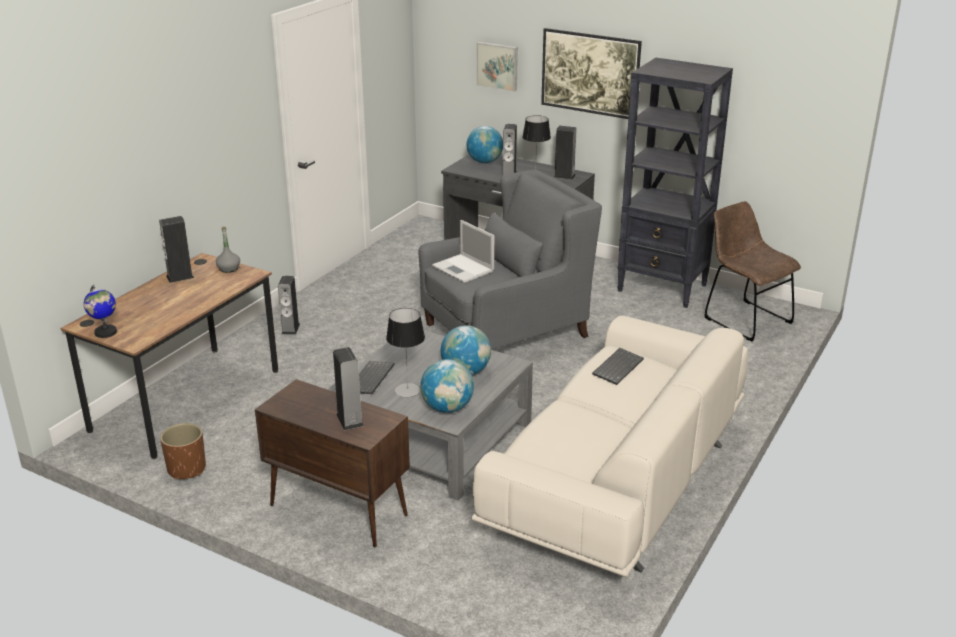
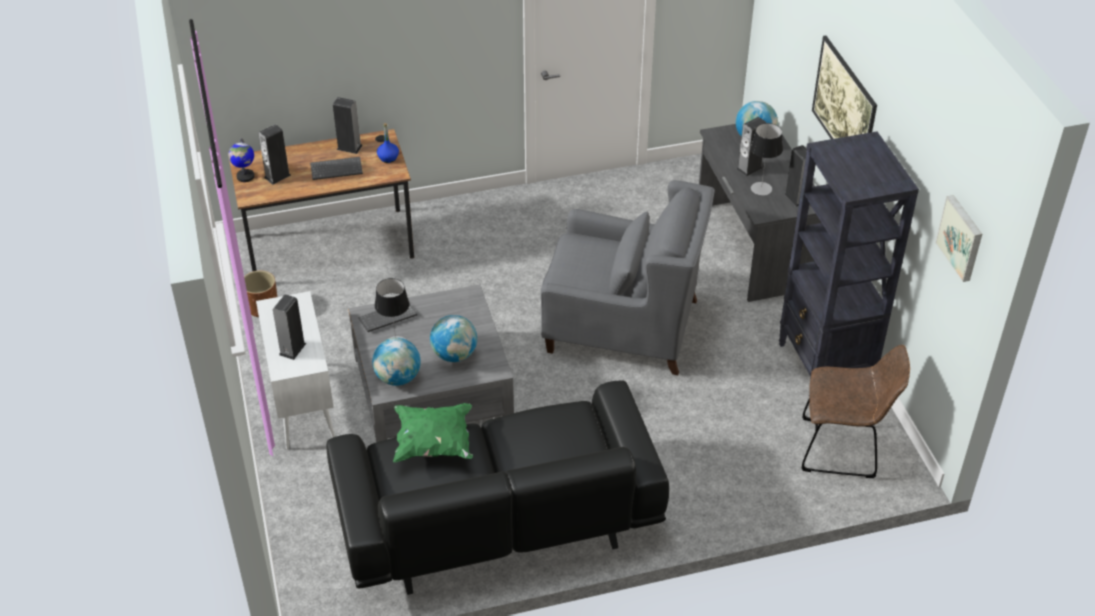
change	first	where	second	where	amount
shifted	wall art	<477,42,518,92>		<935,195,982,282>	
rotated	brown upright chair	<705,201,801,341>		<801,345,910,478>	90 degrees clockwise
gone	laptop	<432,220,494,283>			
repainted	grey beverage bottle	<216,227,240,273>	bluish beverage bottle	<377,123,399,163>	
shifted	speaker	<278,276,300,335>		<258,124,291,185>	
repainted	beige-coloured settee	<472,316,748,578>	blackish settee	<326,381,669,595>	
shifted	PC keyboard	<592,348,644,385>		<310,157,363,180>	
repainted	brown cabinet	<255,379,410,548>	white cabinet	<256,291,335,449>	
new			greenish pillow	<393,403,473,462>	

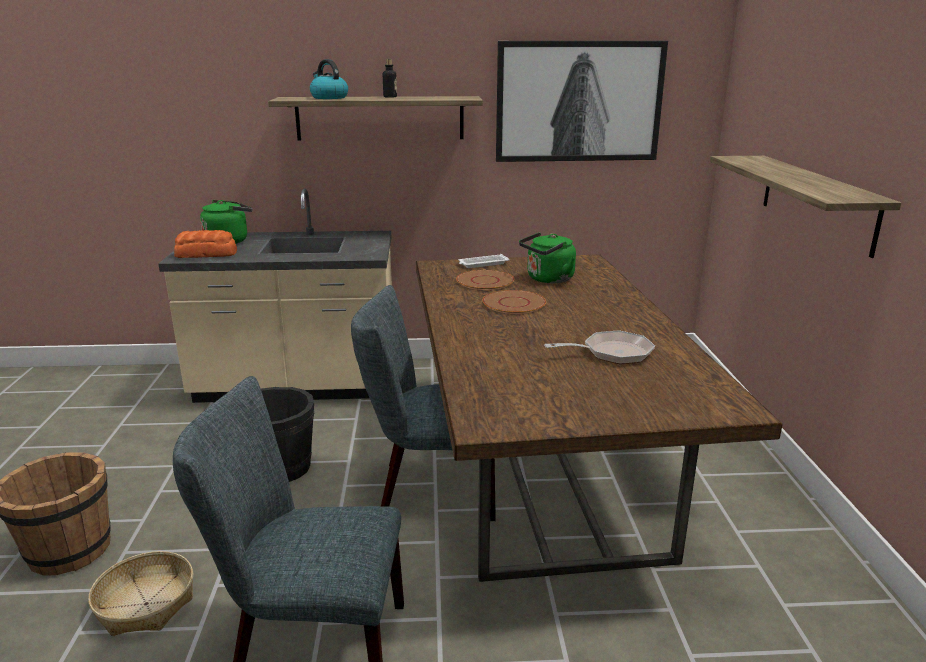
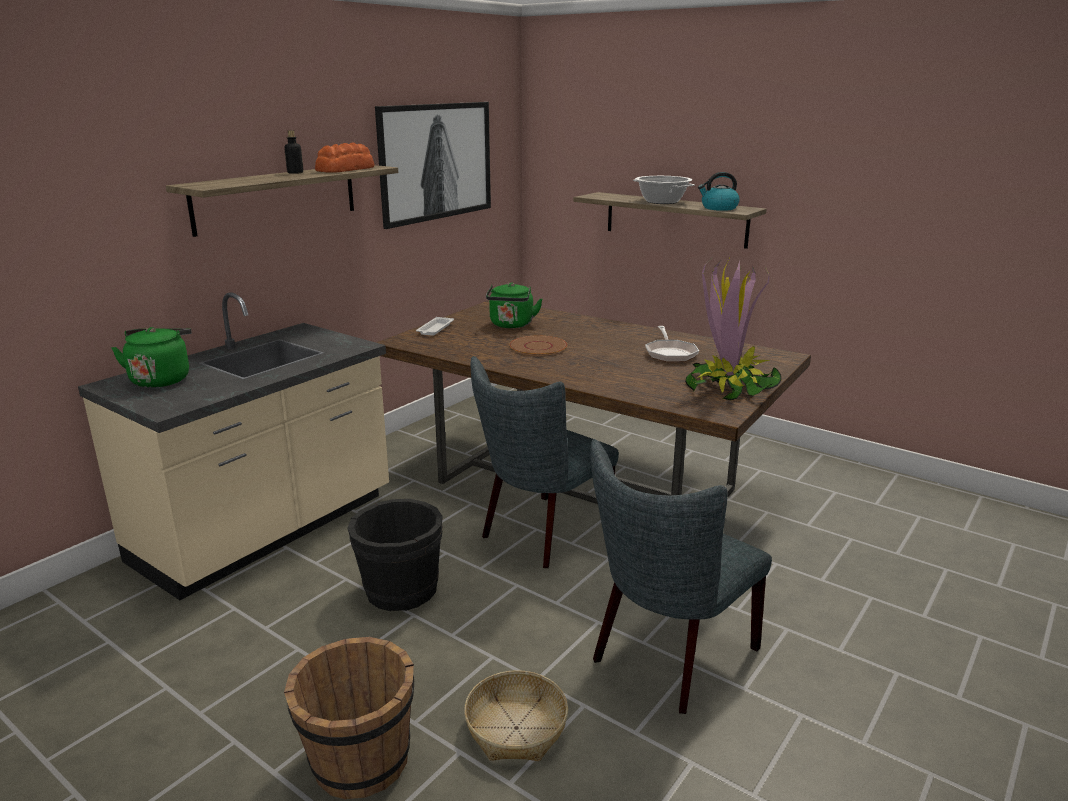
change	first	where	second	where	amount
shifted	kettle	<310,59,348,99>		<698,172,740,211>	
shifted	bakery bread	<174,230,237,258>		<315,143,374,173>	
gone	brown dinner plate	<456,270,514,290>			
rotated	skillet	<544,330,655,364>		<645,326,699,362>	150 degrees clockwise
new			stockpot	<633,176,695,204>	
new			potted plant	<685,259,782,400>	

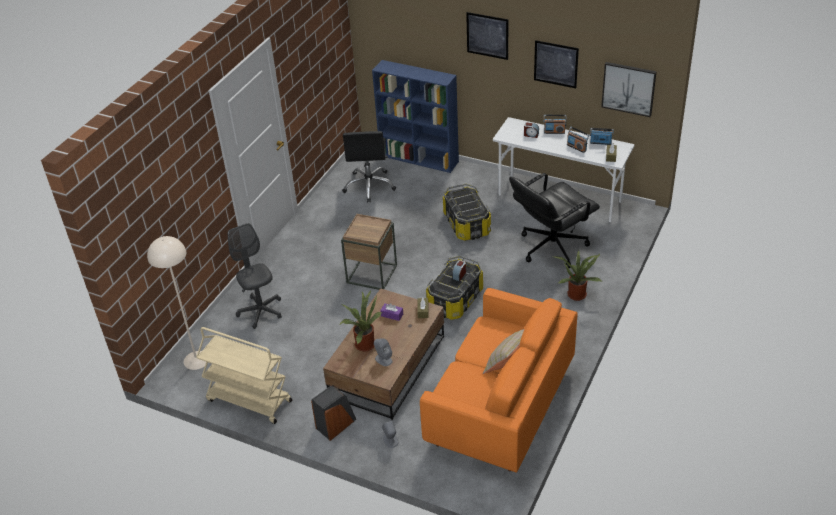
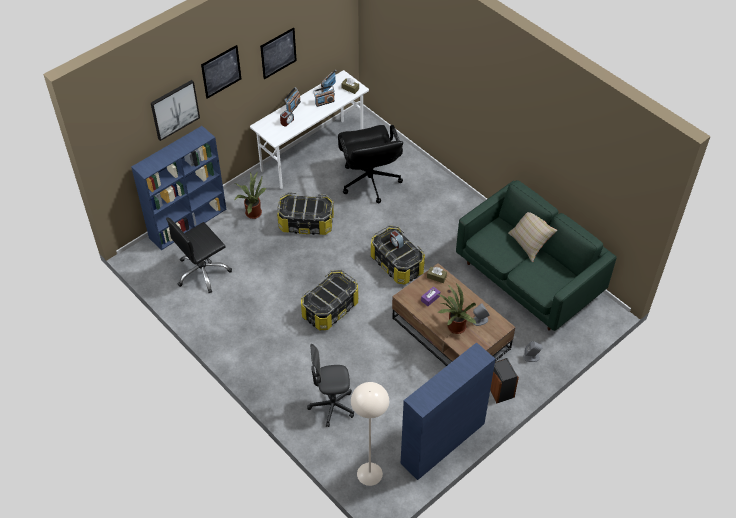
change	first	where	second	where	amount
shifted	wall art	<601,62,657,117>		<151,80,200,141>	
rotated	blackish office chair	<342,131,396,203>		<166,217,232,293>	120 degrees clockwise
swapped	brown accent table	<341,214,397,290>	storage bin	<301,270,359,330>	
shifted	potted plant	<555,250,601,301>		<235,173,266,219>	
repainted	orangey settee	<420,288,577,473>	greenish settee	<456,180,617,331>	
swapped	beige-coloured wheeled cart	<196,327,292,424>	bluish bookshelf	<401,342,495,480>	

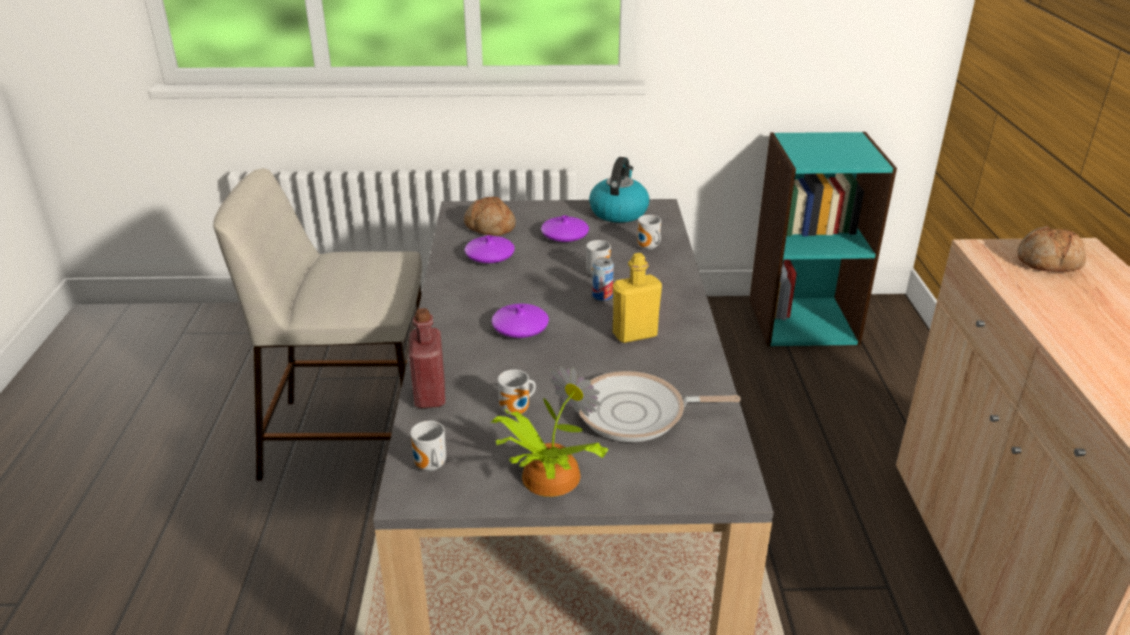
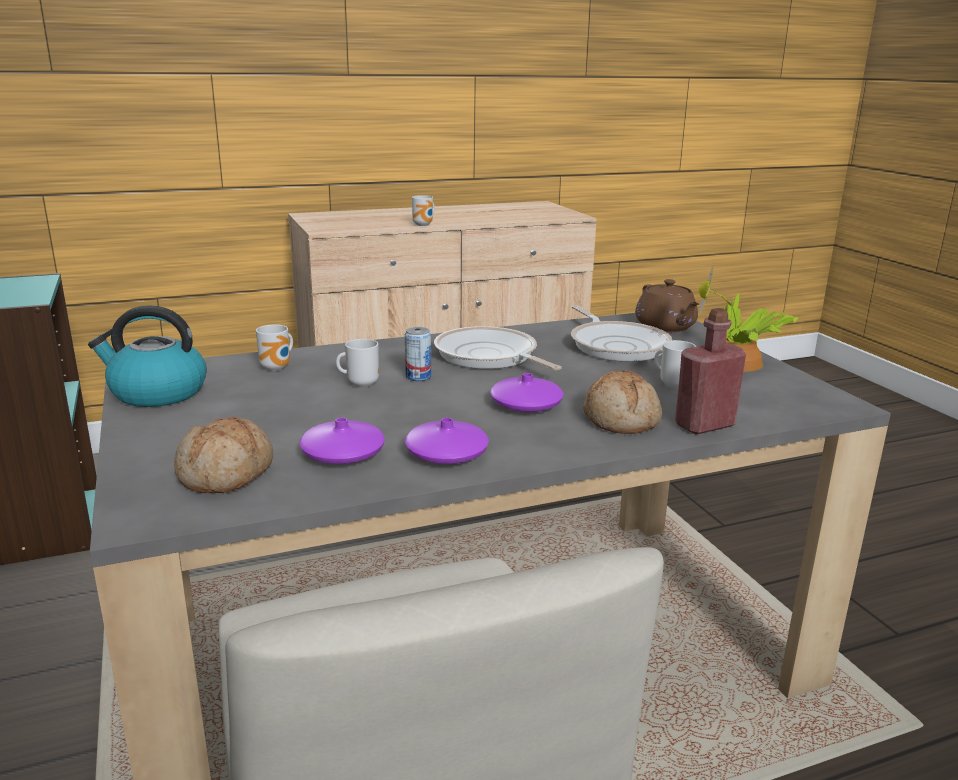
change	first	where	second	where	amount
shifted	purple-coloured vase	<541,215,589,242>		<405,418,489,464>	
shifted	bakery bread	<1017,225,1086,272>		<583,370,662,434>	
swapped	yellowish beverage bottle	<613,253,662,343>	skillet	<434,326,562,370>	
shifted	tea mug	<410,421,446,471>		<412,195,435,226>	
new			brown pot for tea	<635,279,699,332>	

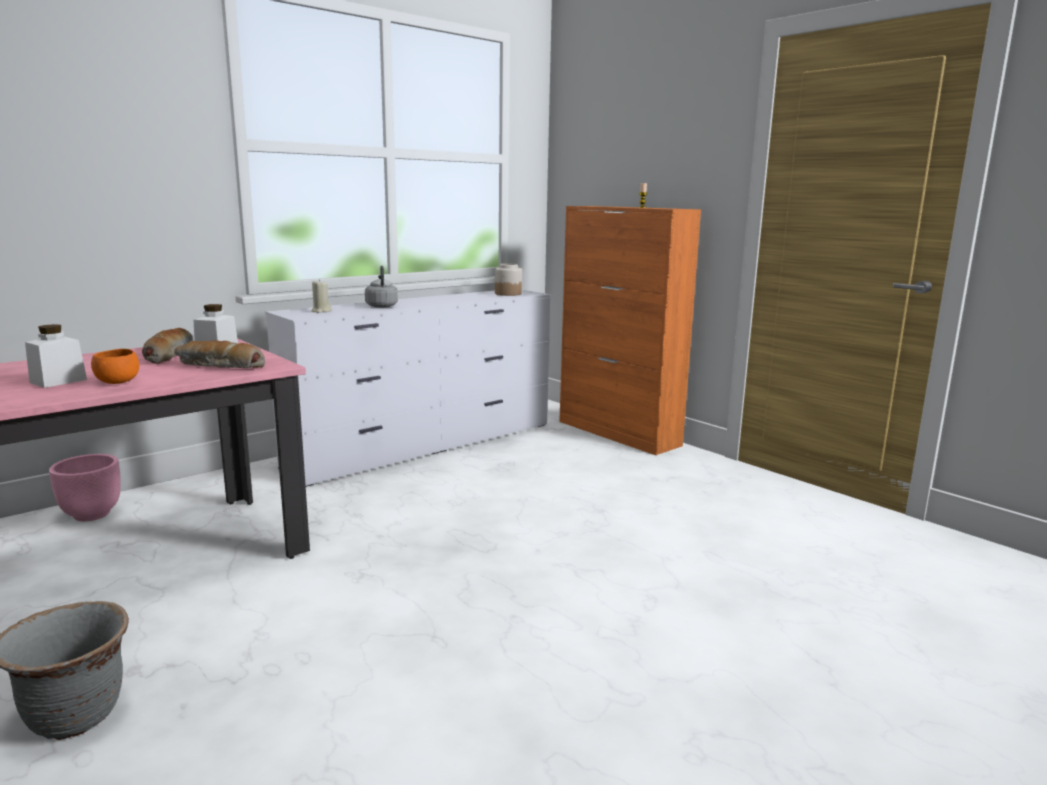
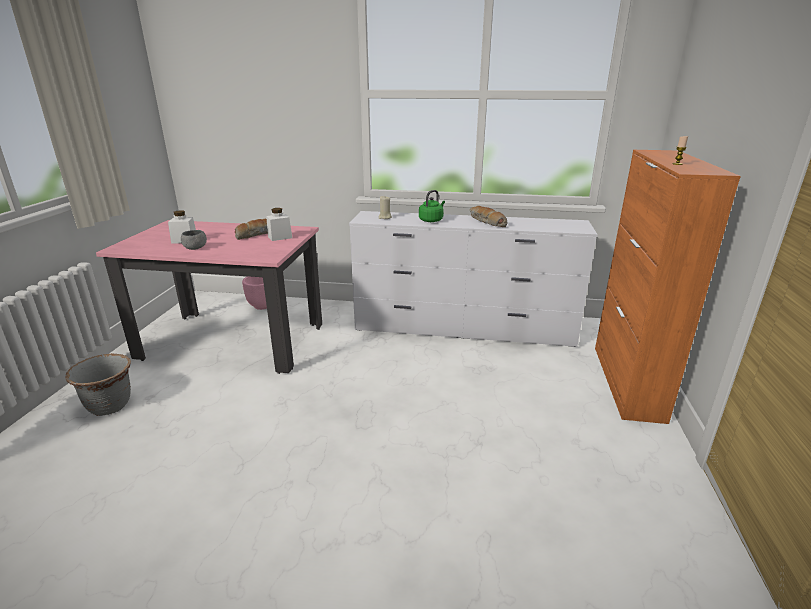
change	first	where	second	where	amount
gone	jar	<495,264,522,296>			
repainted	grey kettle	<365,266,398,308>	greenish kettle	<419,190,445,222>	
shifted	bakery bread	<174,340,265,368>		<470,206,508,227>	
repainted	orangey deep dish	<91,349,139,384>	grey deep dish	<181,230,207,250>	

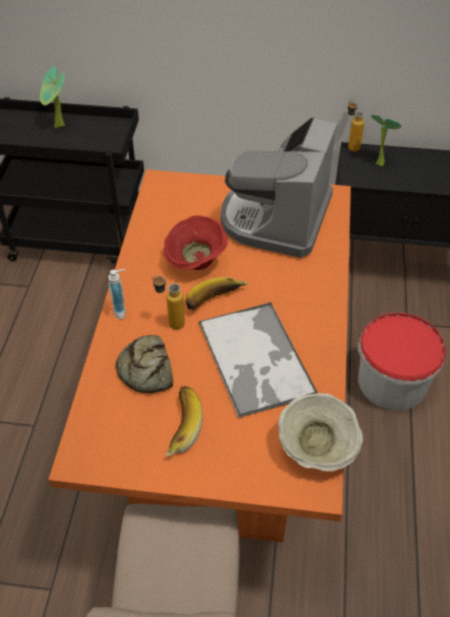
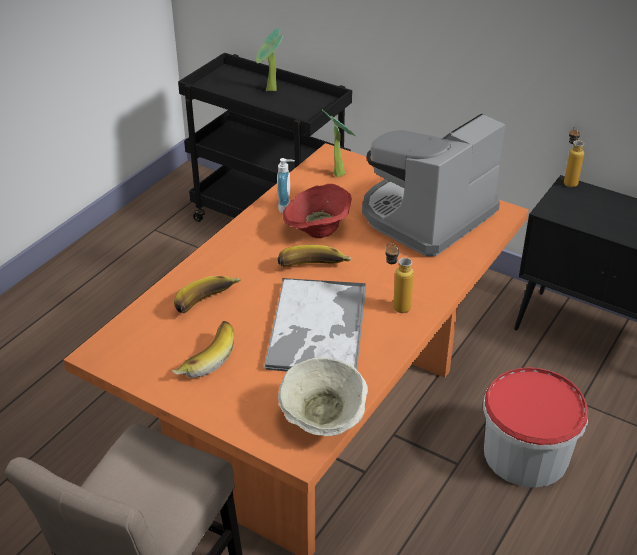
change	first	where	second	where	amount
shifted	potted plant	<371,114,402,166>		<322,109,356,177>	
shifted	soap dispenser	<109,269,126,319>		<277,158,295,213>	
shifted	beverage bottle	<152,275,185,330>		<386,243,414,313>	
swapped	bakery bread	<116,335,173,393>	banana	<174,276,241,313>	

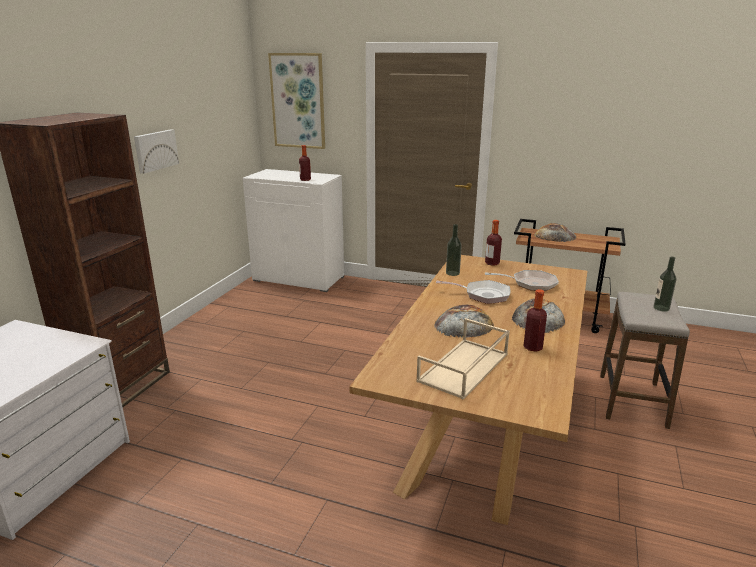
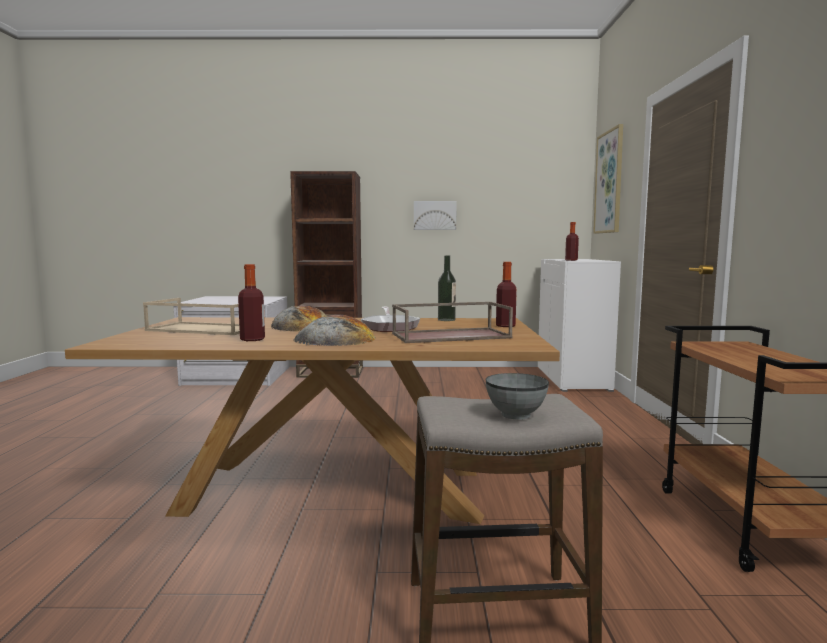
change	first	where	second	where	amount
gone	bakery bread	<534,223,576,242>			
swapped	beverage bottle	<653,257,676,312>	grey deep dish	<486,373,549,420>	
swapped	skillet	<485,270,559,291>	brown serving tray	<392,302,513,343>	

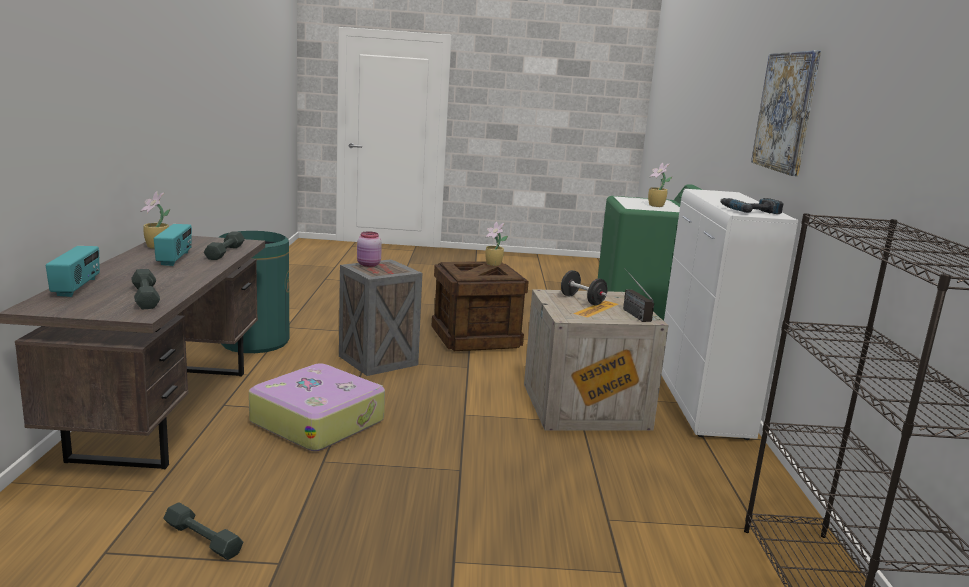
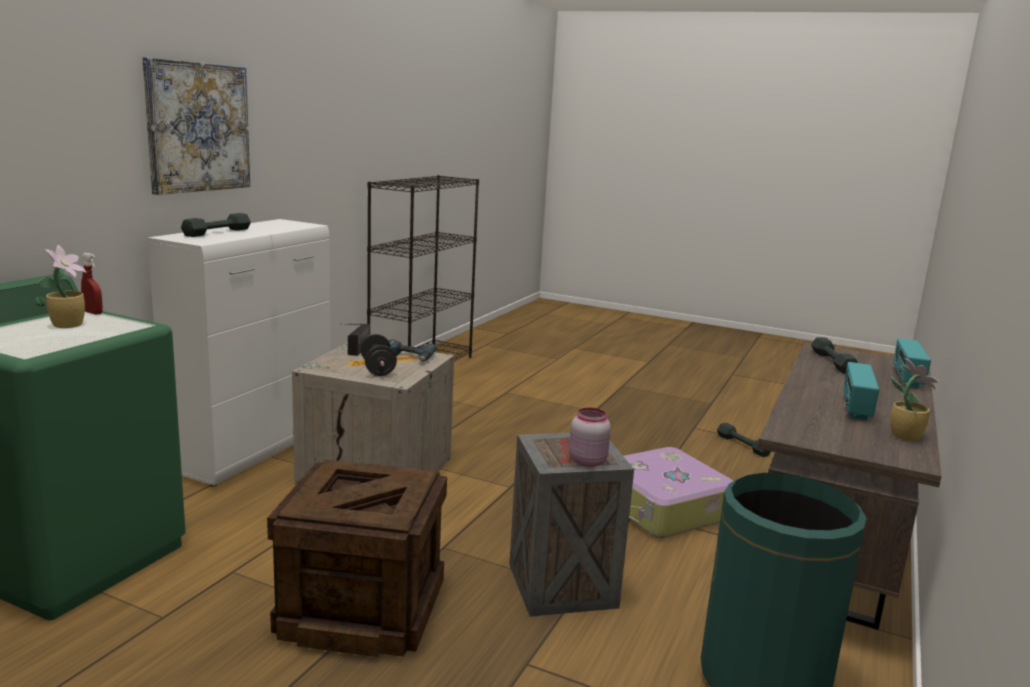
change	first	where	second	where	amount
shifted	power drill	<720,198,784,214>		<389,340,436,362>	
gone	potted plant	<485,222,508,266>			
shifted	grey dumbbell	<204,231,245,260>		<181,213,251,237>	
new			reddish hand sprayer	<81,253,103,315>	

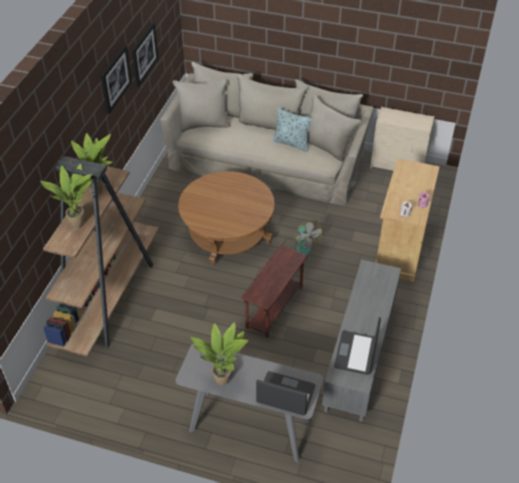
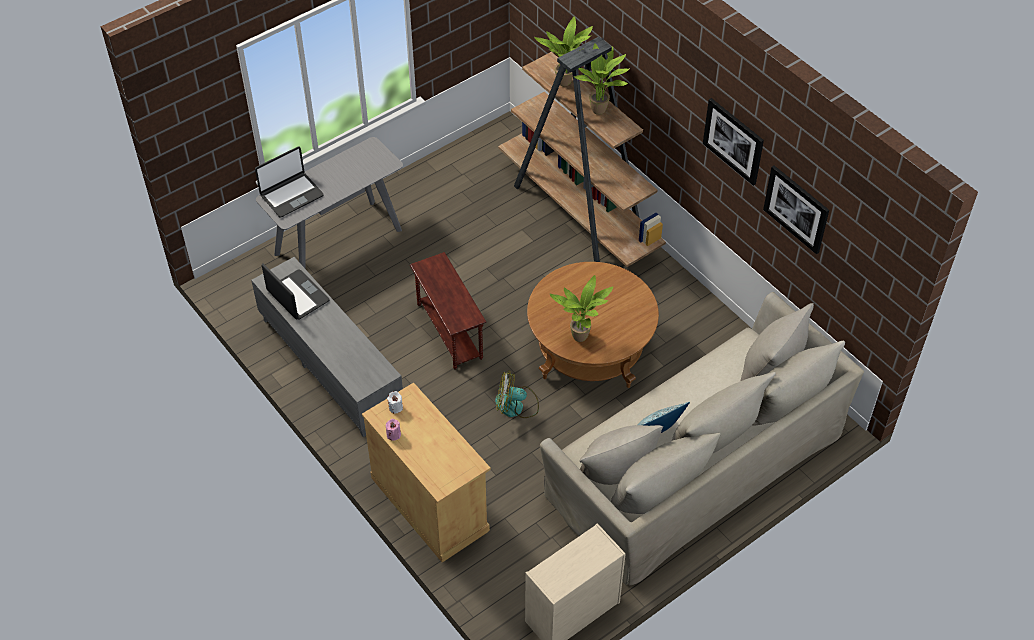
change	first	where	second	where	amount
shifted	potted plant	<190,323,249,385>		<550,275,613,342>	

